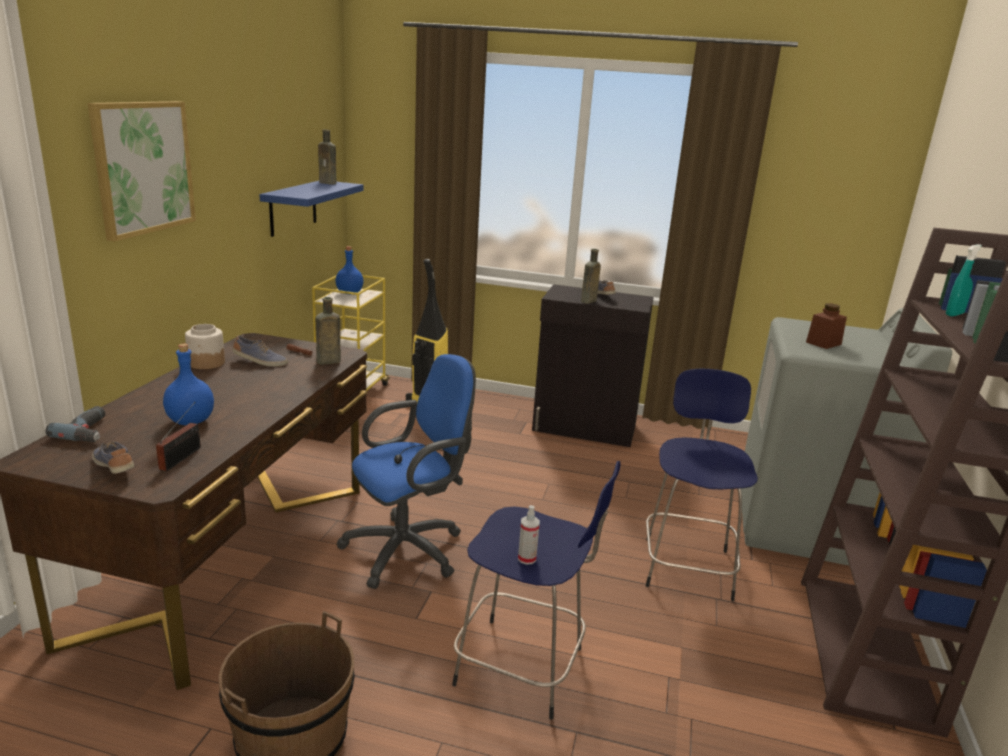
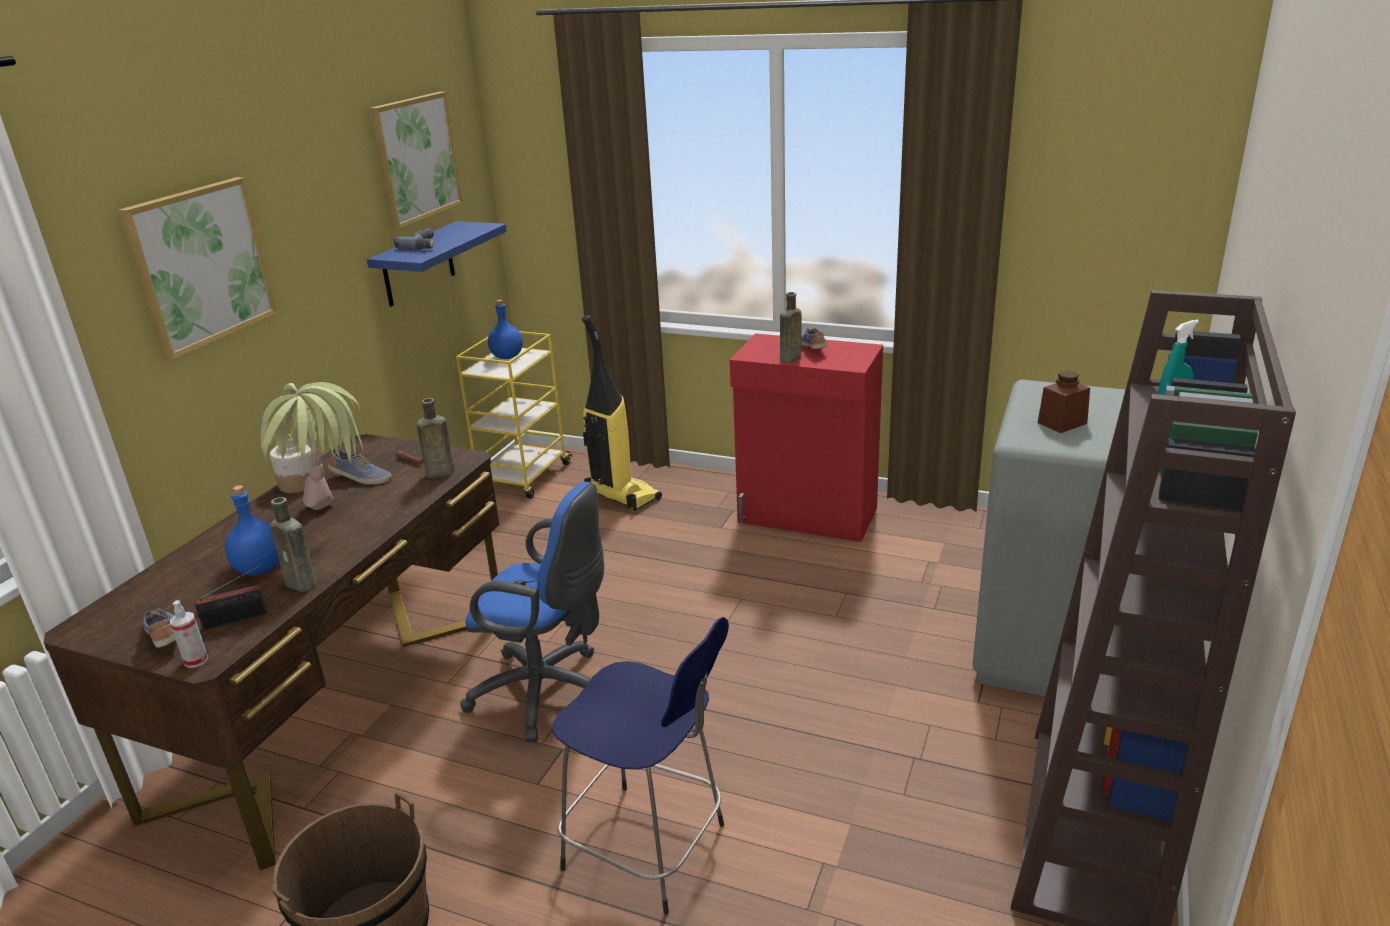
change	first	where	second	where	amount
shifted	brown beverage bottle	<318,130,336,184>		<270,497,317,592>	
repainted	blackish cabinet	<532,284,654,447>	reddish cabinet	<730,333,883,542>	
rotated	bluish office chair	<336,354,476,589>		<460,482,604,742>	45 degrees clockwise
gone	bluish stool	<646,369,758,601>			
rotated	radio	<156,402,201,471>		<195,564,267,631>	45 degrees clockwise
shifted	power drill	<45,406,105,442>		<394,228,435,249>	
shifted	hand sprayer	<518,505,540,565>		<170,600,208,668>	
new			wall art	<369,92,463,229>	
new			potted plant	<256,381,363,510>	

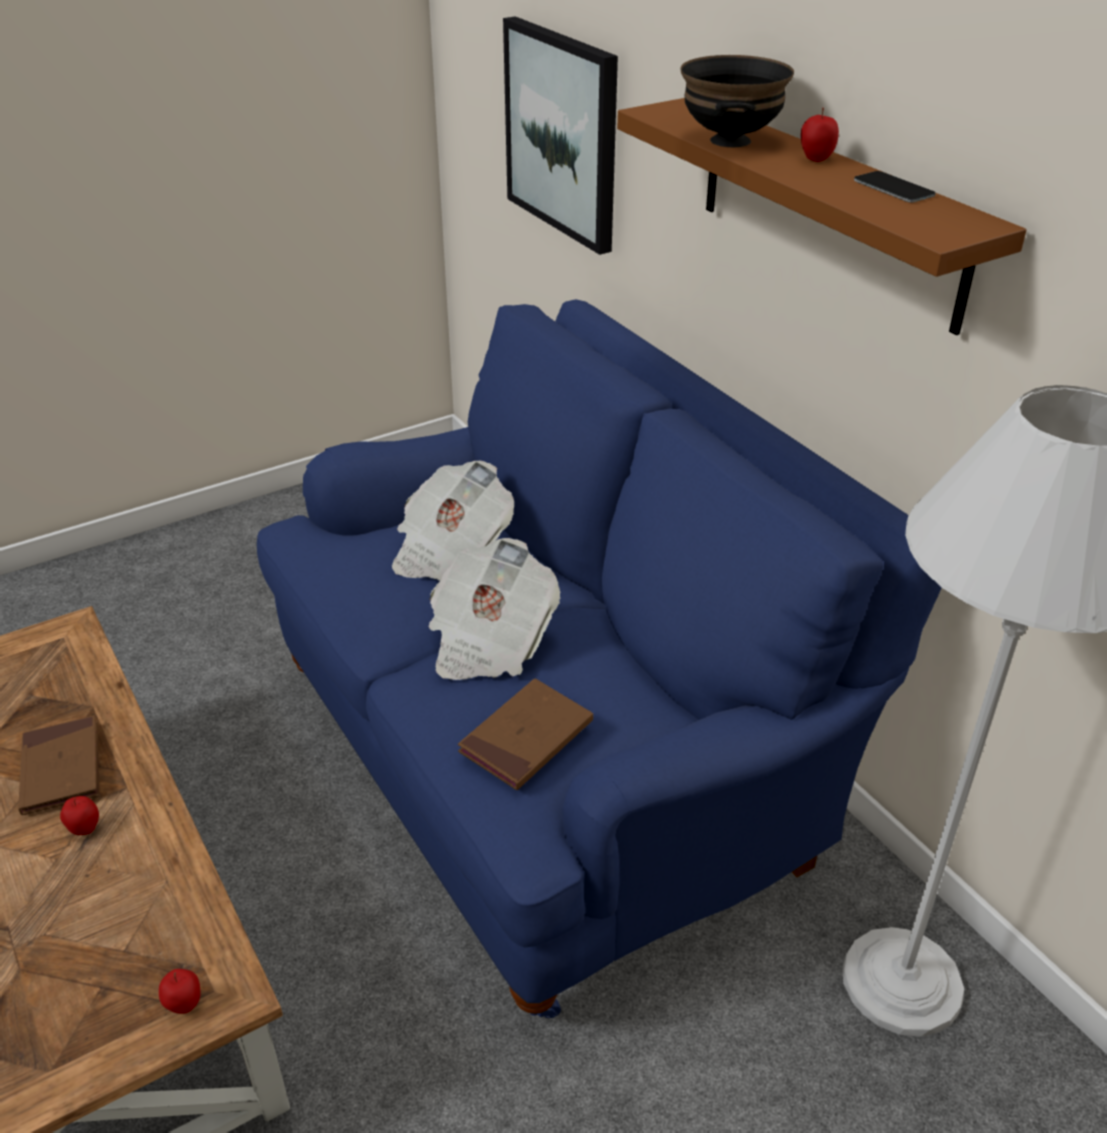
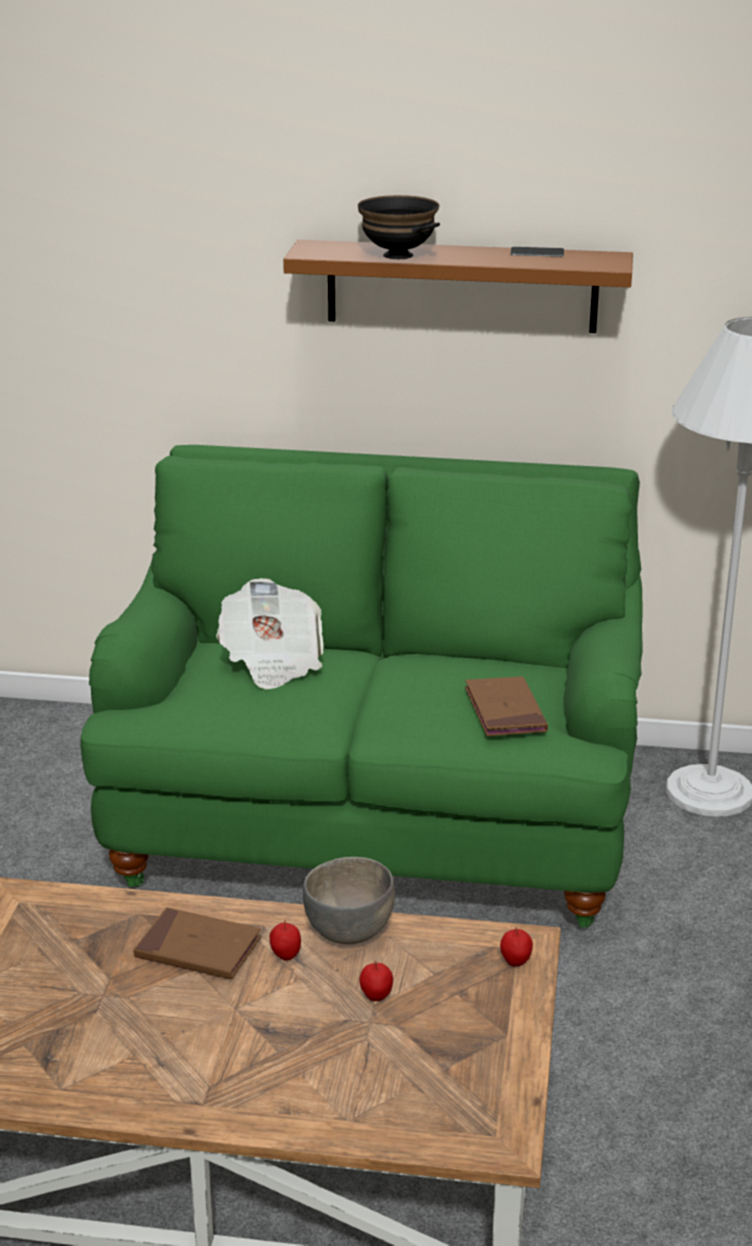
change	first	where	second	where	amount
gone	wall art	<503,16,618,255>			
shifted	apple	<801,108,839,162>		<359,961,393,1001>	
repainted	bluish settee	<257,299,942,1018>	greenish settee	<80,445,643,928>	
gone	newspaper	<428,538,560,680>			
new			grey deep dish	<303,857,395,944>	

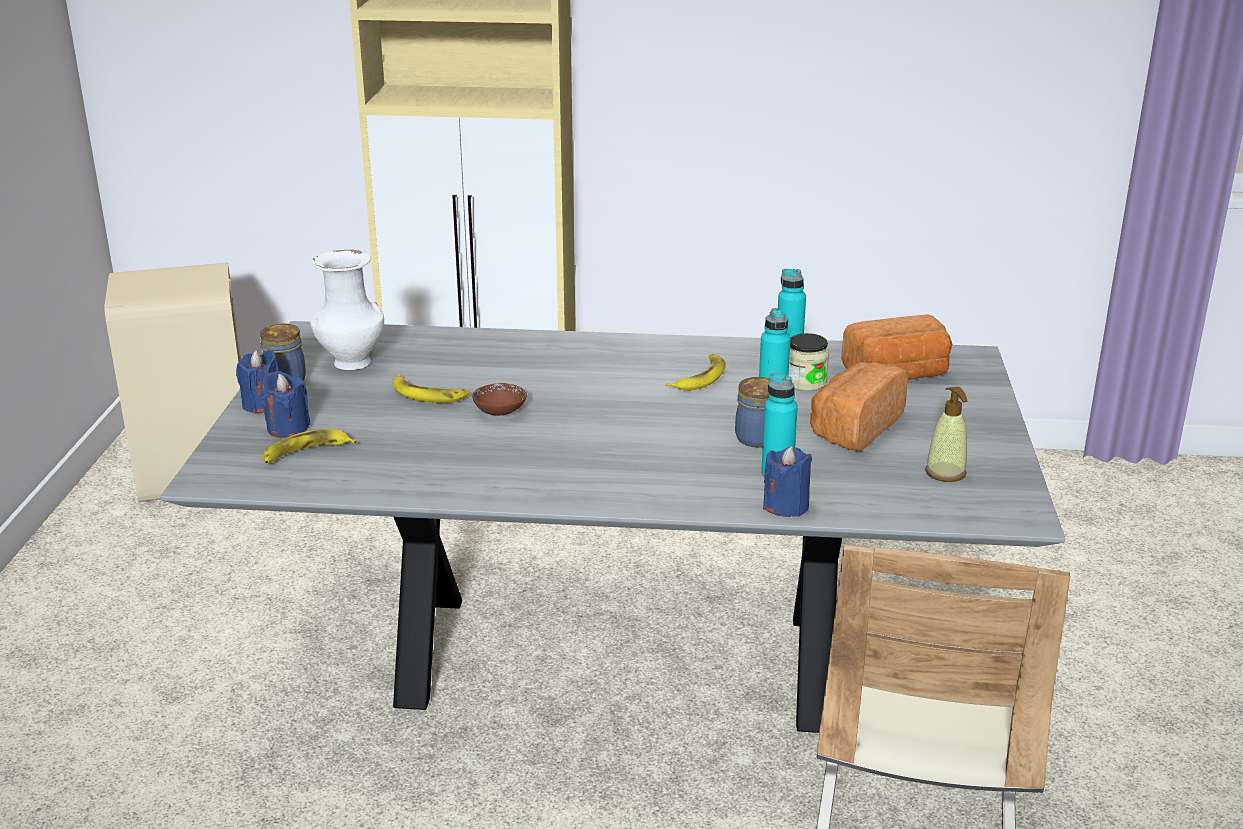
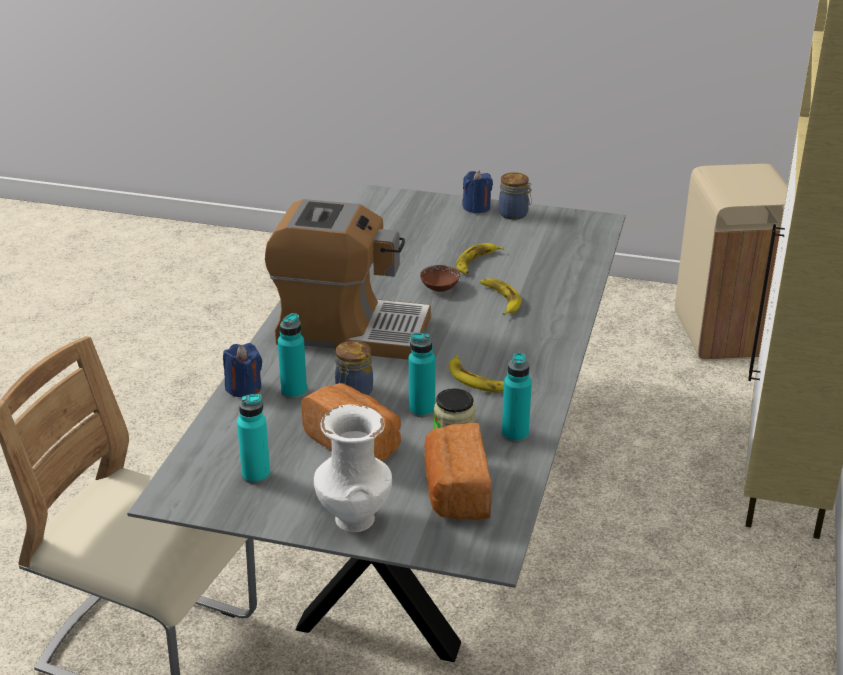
change	first	where	second	where	amount
shifted	white vase	<310,250,384,370>		<314,404,392,532>	
gone	bluish wax light	<261,371,311,438>			
swapped	soap dispenser	<925,387,968,482>	blue-green beverage bottle	<237,394,270,484>	
shifted	banana	<263,429,357,464>		<480,279,521,315>	
new			coffee maker	<265,199,431,360>	

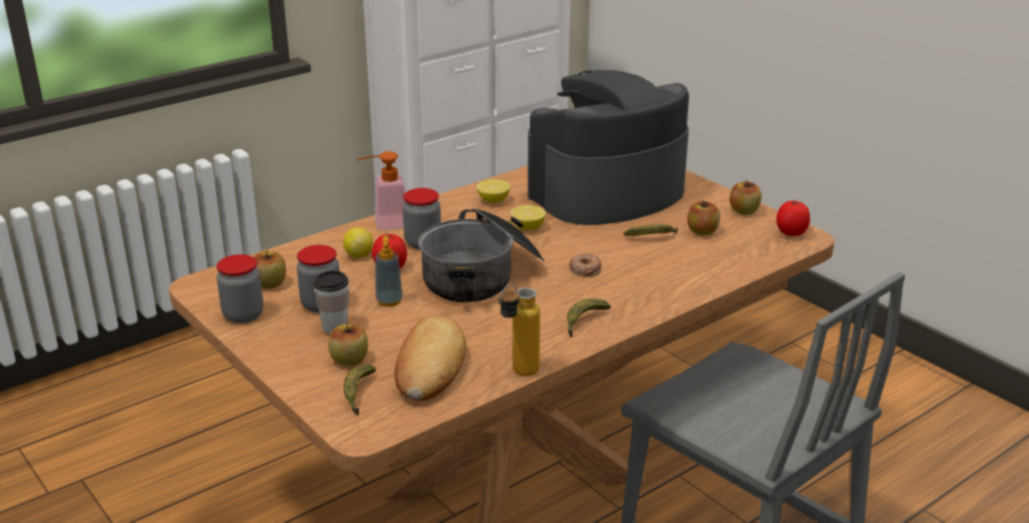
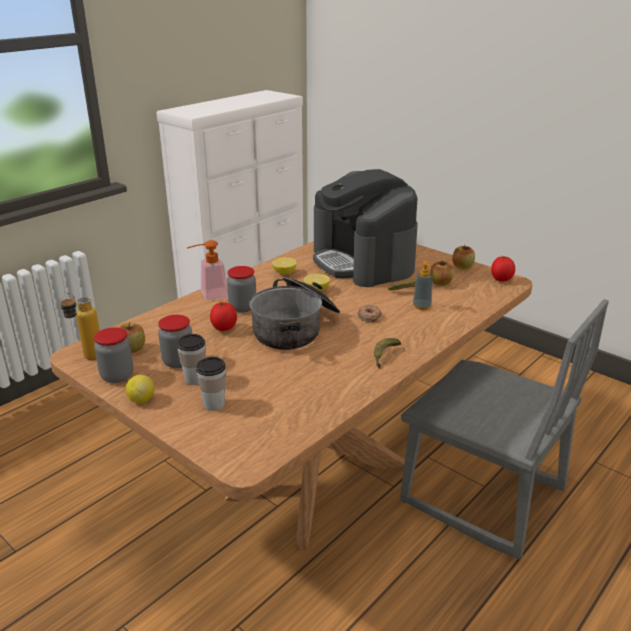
change	first	where	second	where	amount
rotated	coffee maker	<528,70,689,225>		<313,169,418,287>	75 degrees counterclockwise
shifted	citrus fruit	<343,227,373,258>		<126,375,155,403>	
shifted	soap dispenser	<375,236,403,307>		<413,260,433,310>	
shifted	beverage bottle	<499,283,540,376>		<60,293,100,360>	
gone	bakery bread	<395,316,467,400>			
swapped	apple	<328,323,368,366>	drinking cup	<196,357,226,411>	
gone	banana	<344,364,376,415>			

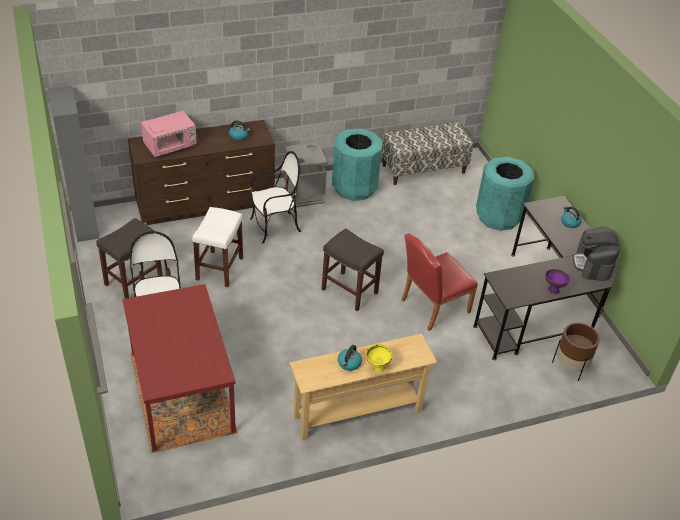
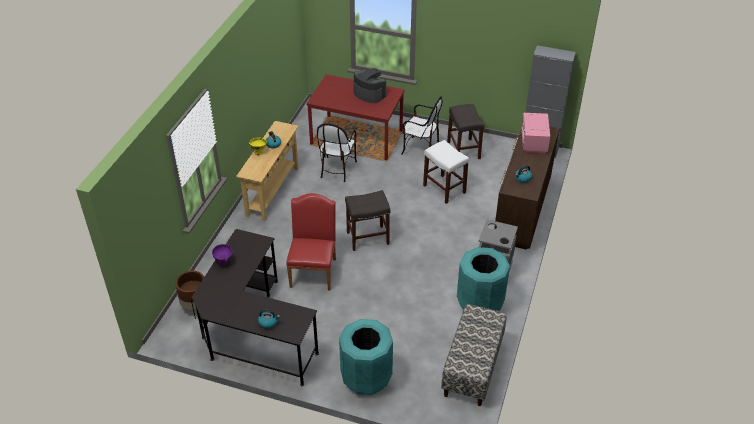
change	first	where	second	where	amount
shifted	upright chair	<250,151,301,243>		<317,123,357,182>	
shifted	coffee maker	<573,227,620,281>		<353,68,387,103>	

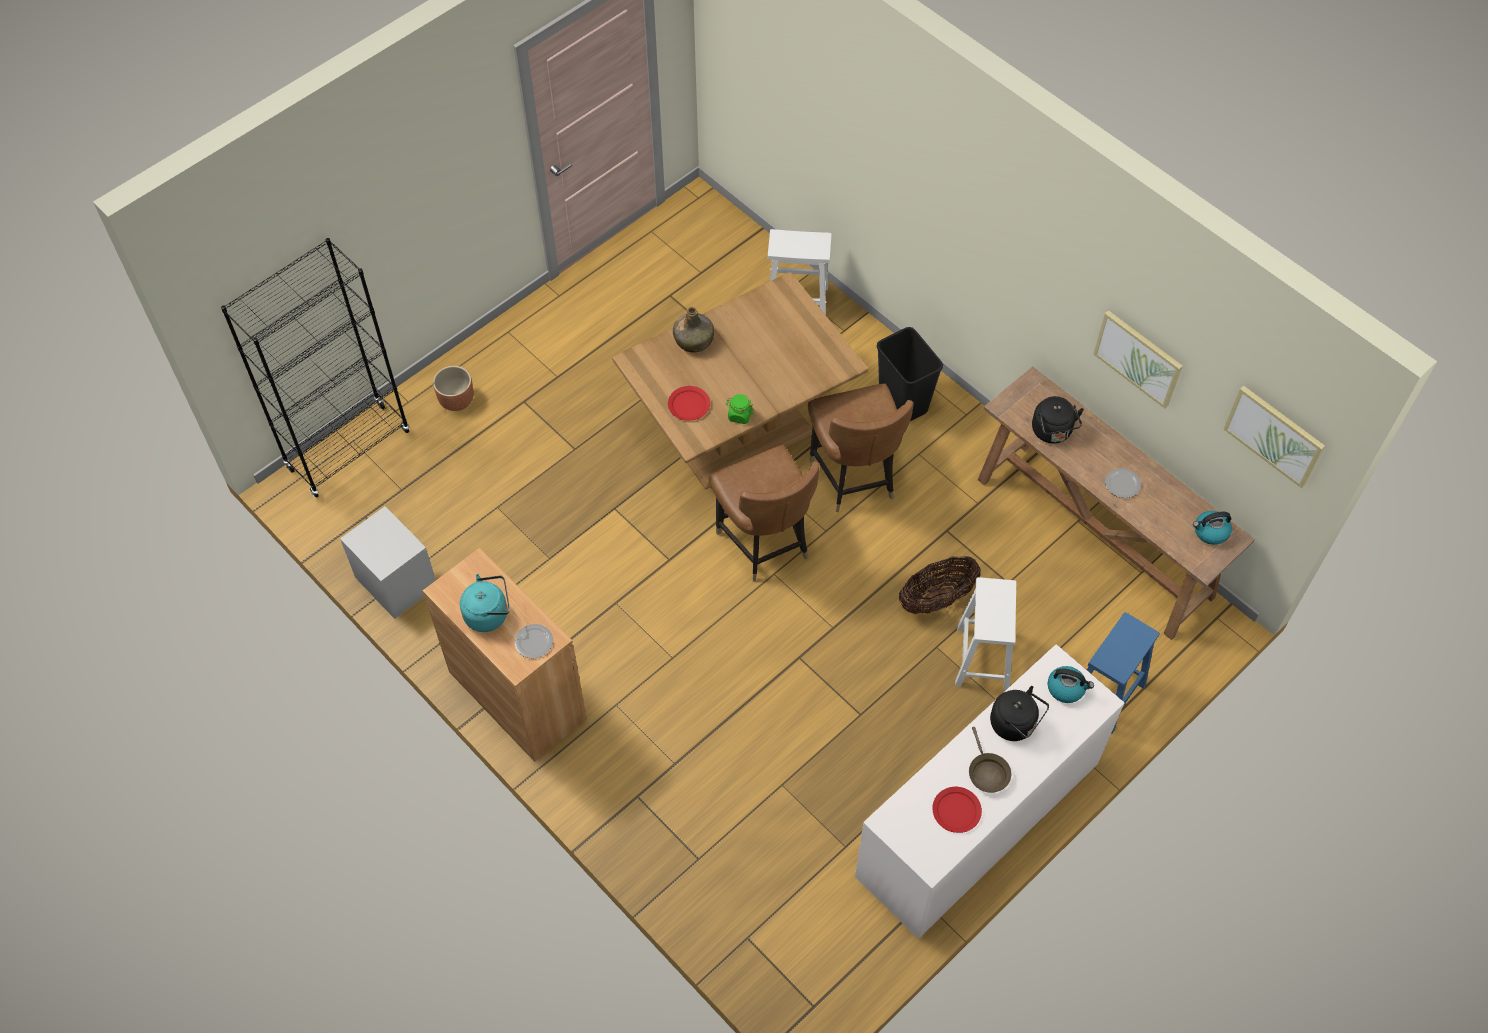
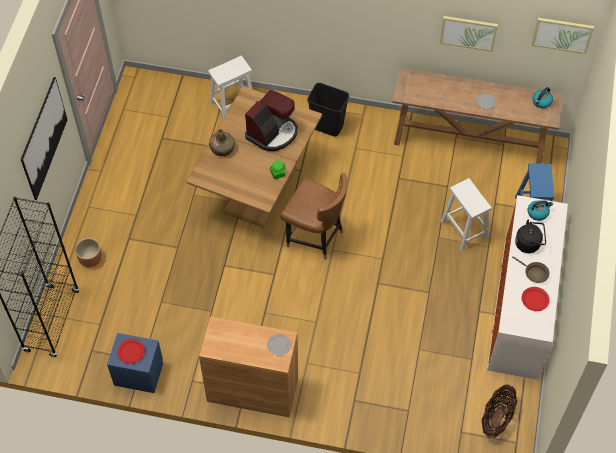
change	first	where	second	where	amount
gone	brown upright chair	<808,384,914,512>			
shifted	reddish dinner plate	<668,386,710,421>		<117,339,145,364>	
gone	blackish kettle	<1032,396,1084,443>			
repainted	grey night table	<340,506,436,619>	bluish night table	<107,333,163,393>	
shifted	basket	<899,556,981,614>		<482,385,517,438>	
gone	blue-green kettle	<460,574,510,632>			
new			wall art	<21,77,68,200>	
new			coffee maker	<245,90,298,151>	

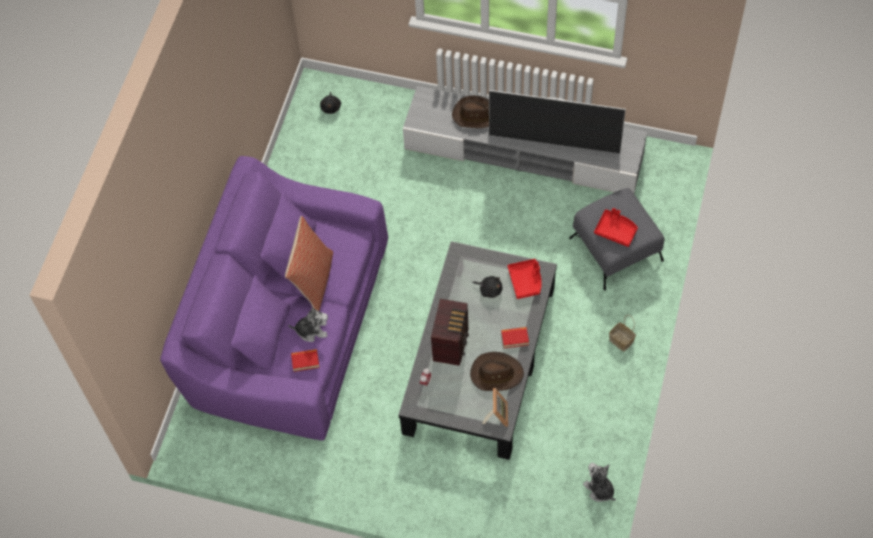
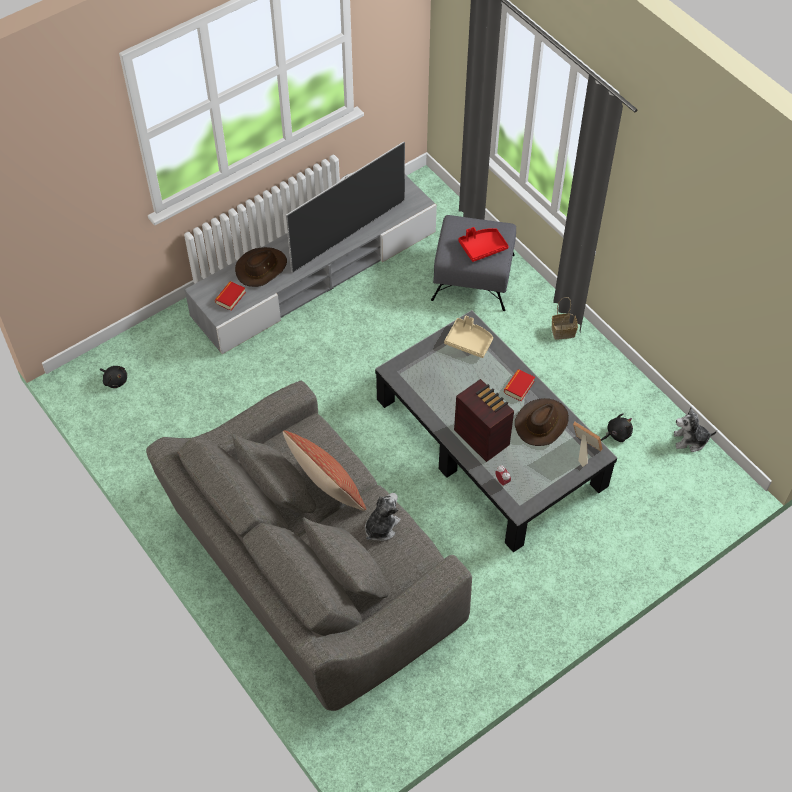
change	first	where	second	where	amount
repainted	purple-coloured settee	<160,156,388,441>	grey settee	<146,381,472,711>	
repainted	reddish serving tray	<508,259,542,299>	beige-coloured serving tray	<444,316,493,358>	
shifted	blackish plush toy	<472,276,502,298>		<601,413,633,442>	
shifted	book	<291,349,320,372>		<215,281,246,311>	

